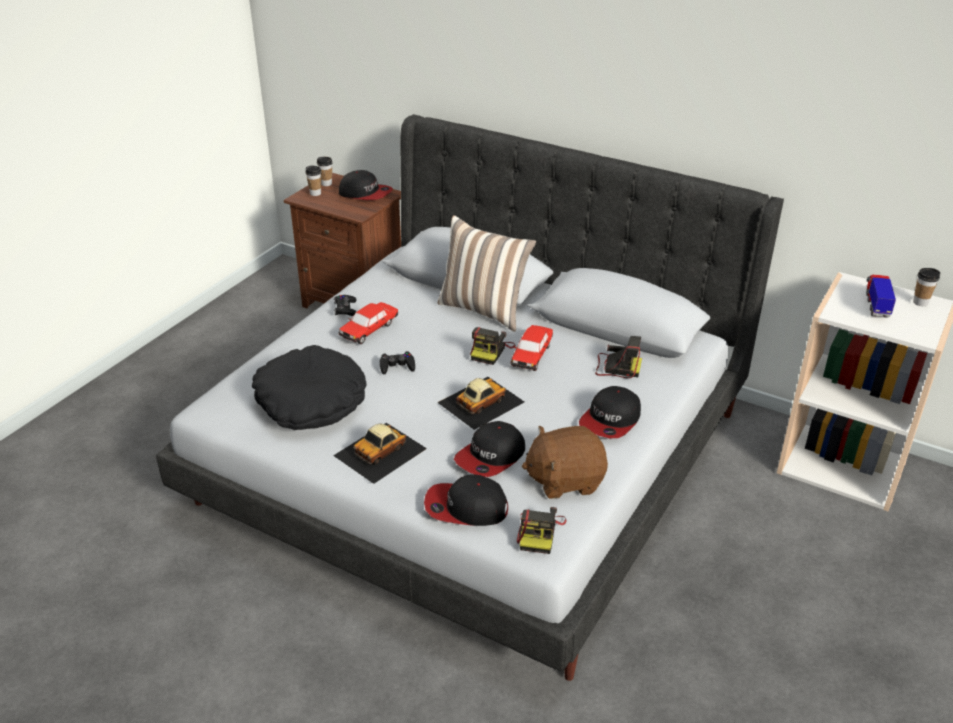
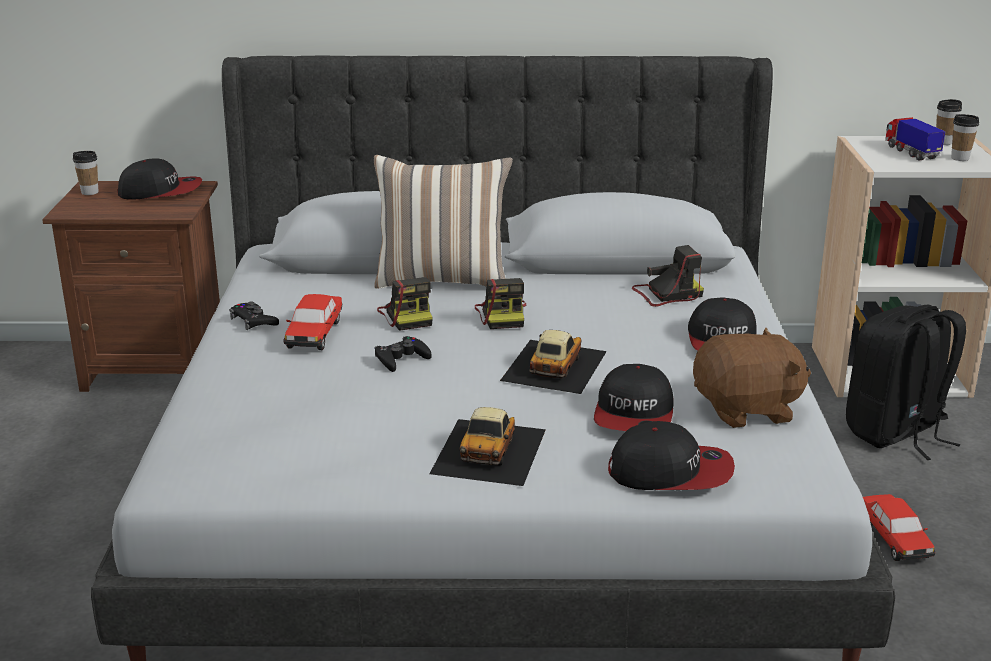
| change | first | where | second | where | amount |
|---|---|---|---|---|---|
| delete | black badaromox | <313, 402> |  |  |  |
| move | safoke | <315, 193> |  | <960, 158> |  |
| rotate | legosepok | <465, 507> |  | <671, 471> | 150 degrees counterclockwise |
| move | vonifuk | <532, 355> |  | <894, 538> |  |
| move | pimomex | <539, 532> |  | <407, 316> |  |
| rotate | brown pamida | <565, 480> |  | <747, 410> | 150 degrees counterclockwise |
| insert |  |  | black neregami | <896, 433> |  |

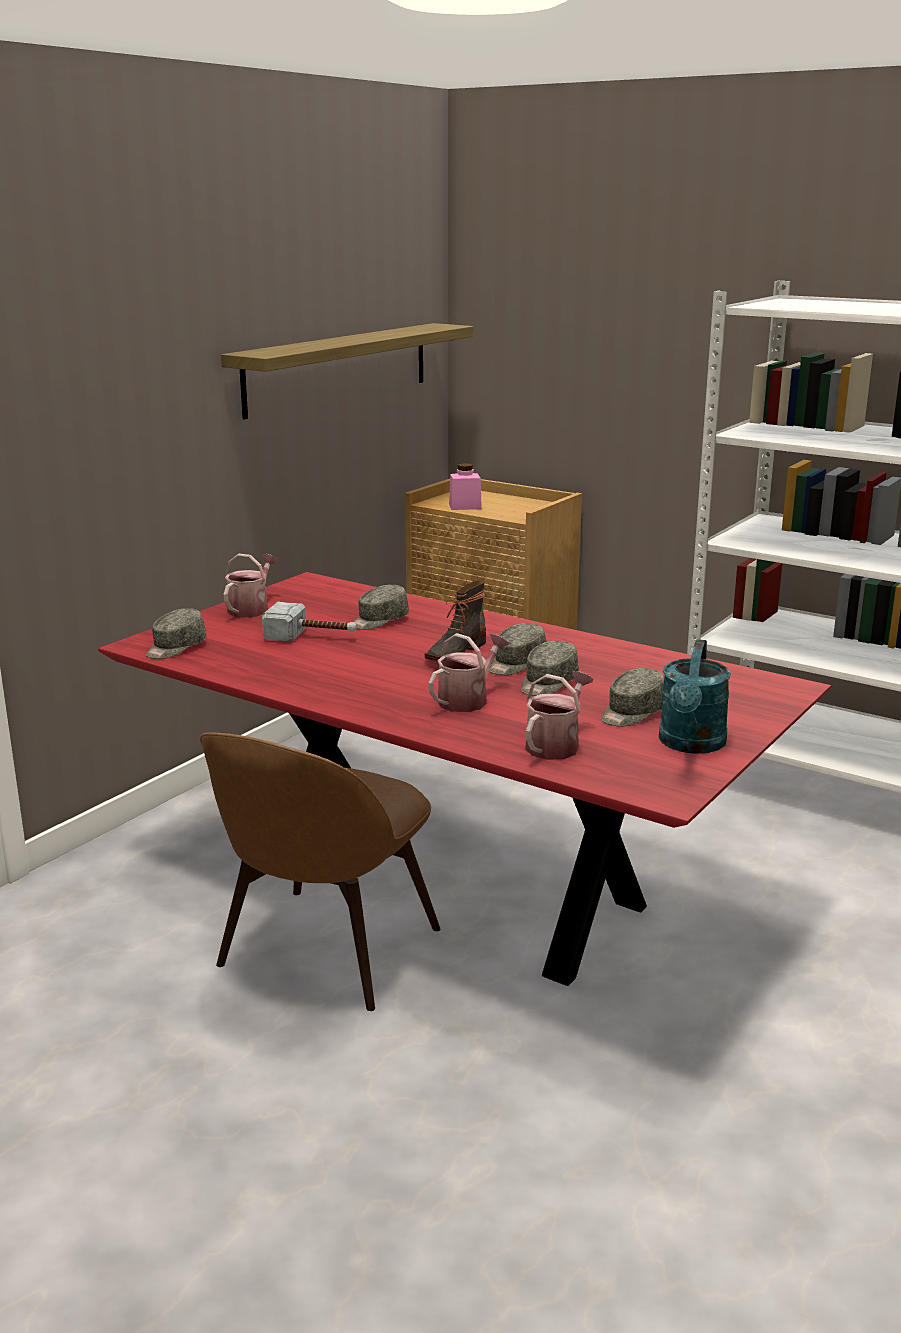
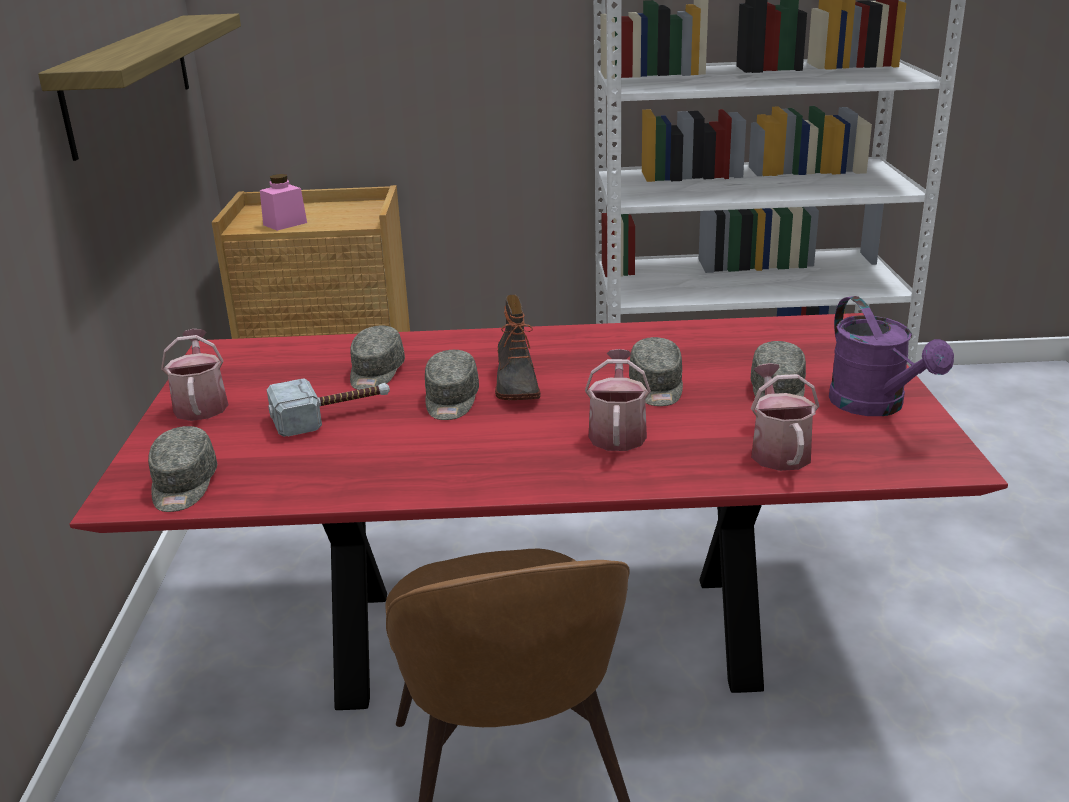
| change | first | where | second | where | amount |
|---|---|---|---|---|---|
| move | grey legosepok | <516, 664> |  | <451, 401> |  |
| recolor | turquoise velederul | <691, 745> | purple velederul | <875, 406> |  |

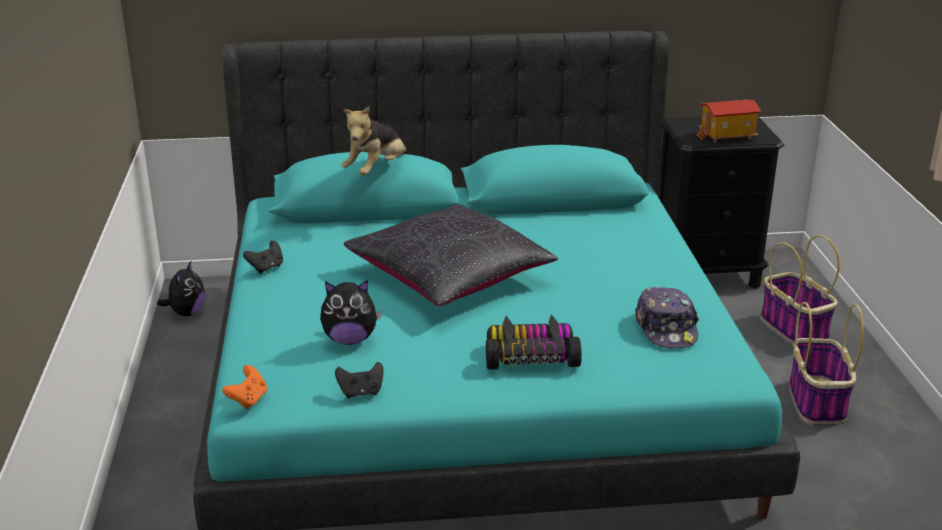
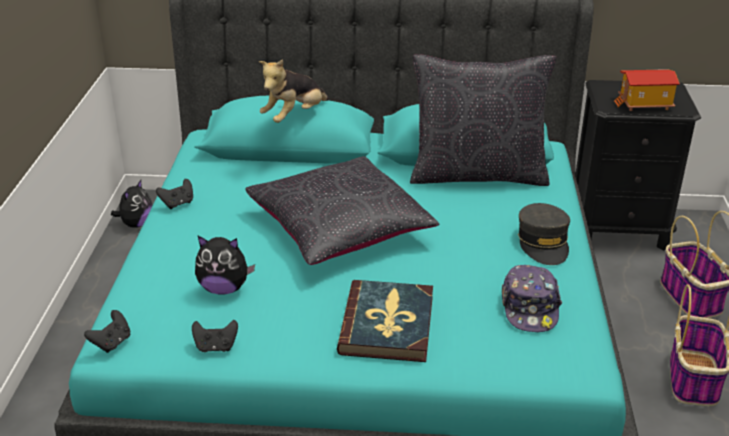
| change | first | where | second | where | amount |
|---|---|---|---|---|---|
| recolor | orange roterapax | <248, 400> | black roterapax | <112, 343> |  |
| replace | vonifuk | <531, 356> | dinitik | <388, 325> |  |
| insert |  |  | black badaromox | <477, 174> |  |
| insert |  |  | grey legosepok | <543, 243> |  |

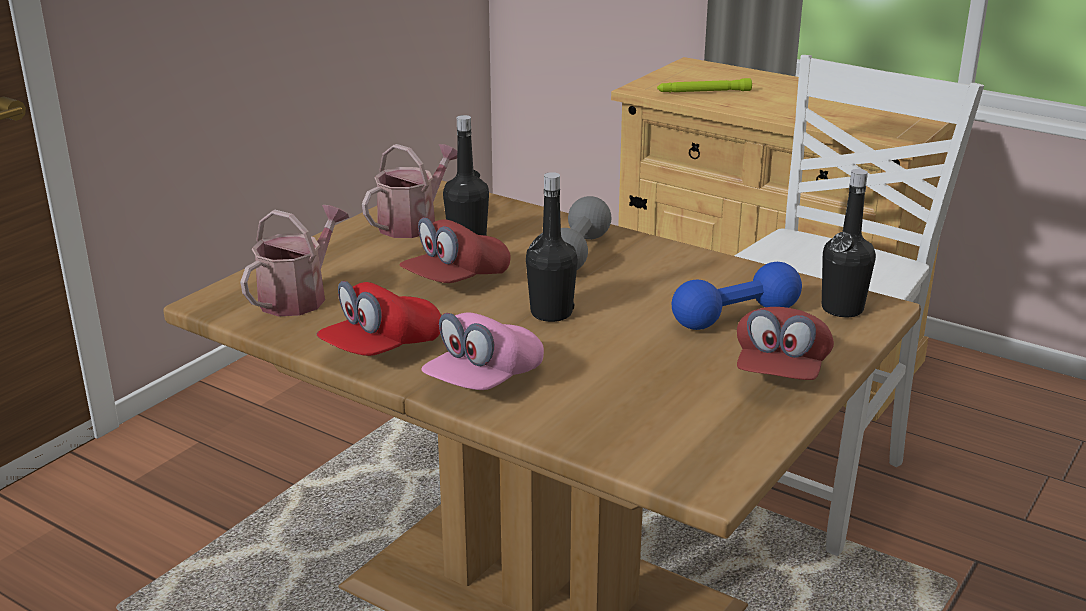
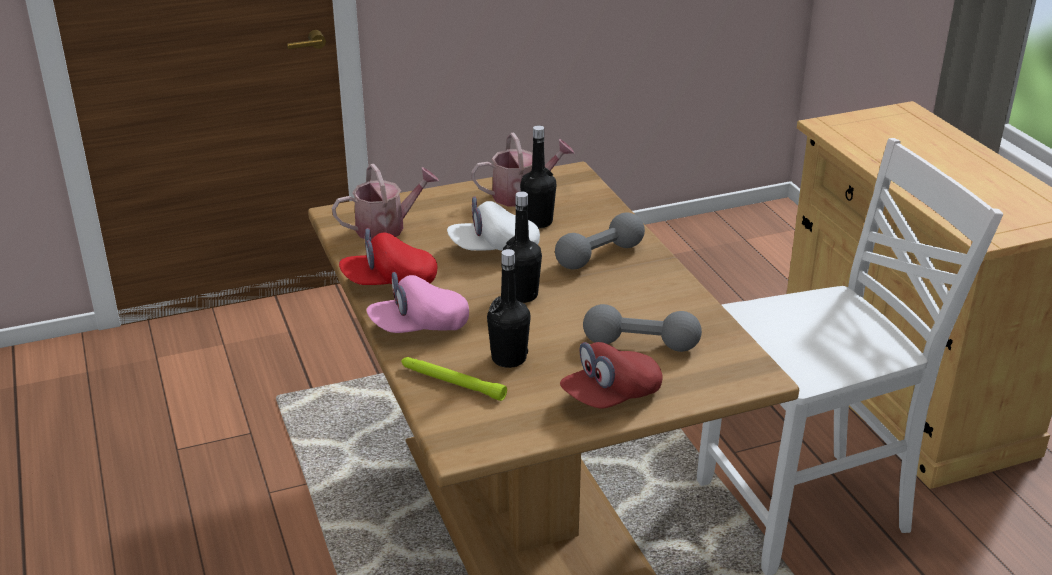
| change | first | where | second | where | amount |
|---|---|---|---|---|---|
| recolor | red legosepok | <456, 280> | white legosepok | <494, 249> |  |
| move | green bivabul | <703, 92> |  | <452, 383> |  |
| recolor | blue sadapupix | <735, 317> | grey sadapupix | <640, 344> |  |
| move | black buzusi | <842, 309> |  | <509, 358> |  |

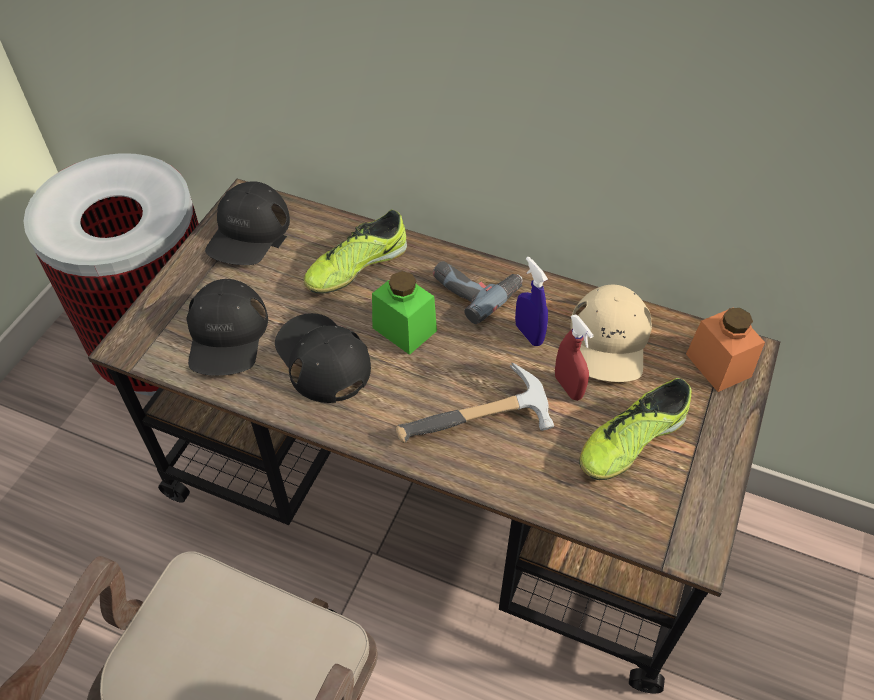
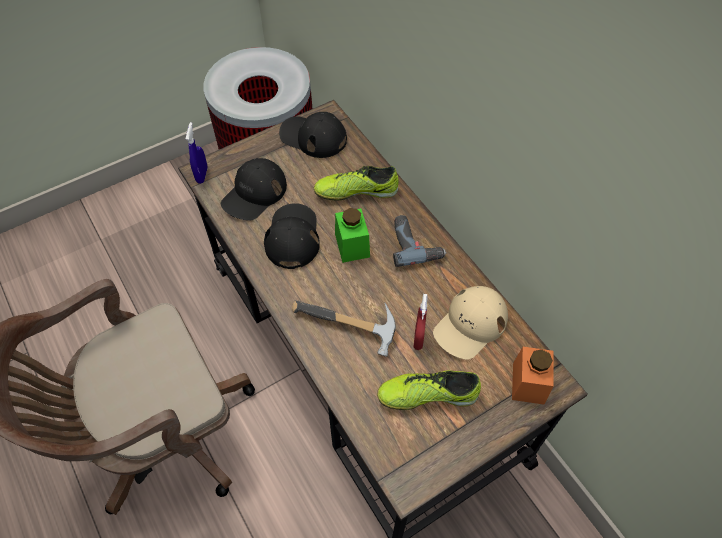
| change | first | where | second | where | amount |
|---|---|---|---|---|---|
| rotate | black legosepok | <248, 232> |  | <313, 137> | 60 degrees clockwise |
| move | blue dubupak | <529, 334> |  | <202, 175> |  |

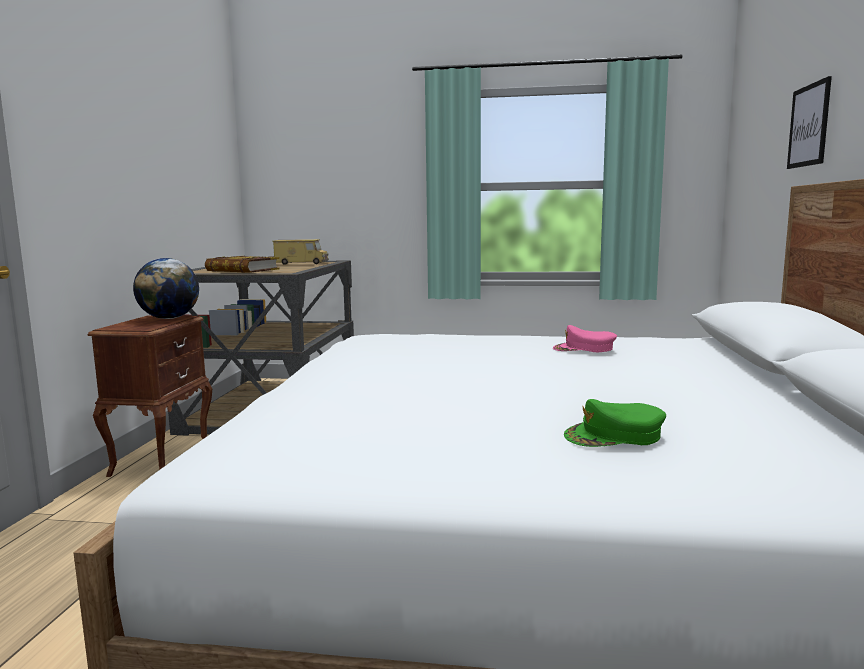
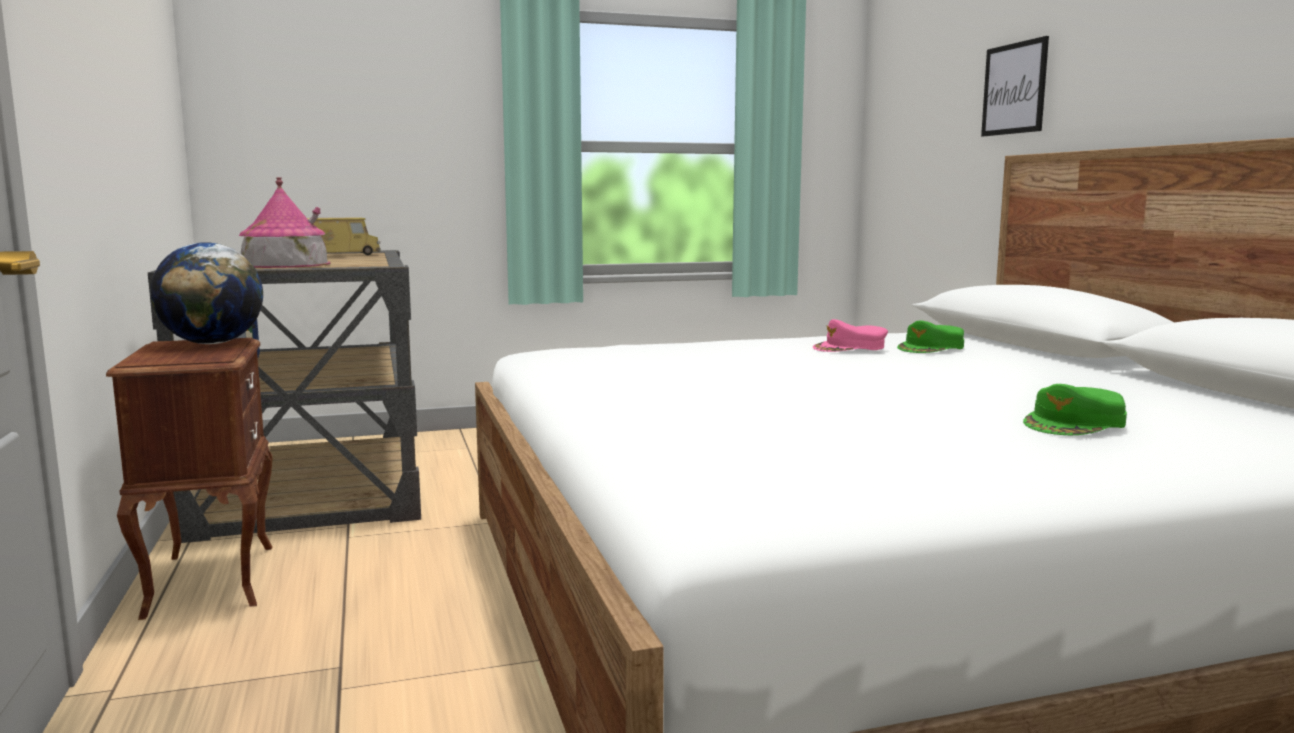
| change | first | where | second | where | amount |
|---|---|---|---|---|---|
| replace | dinitik | <242, 270> | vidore | <285, 264> |  |
| insert |  |  | green legosepok | <931, 348> |  |

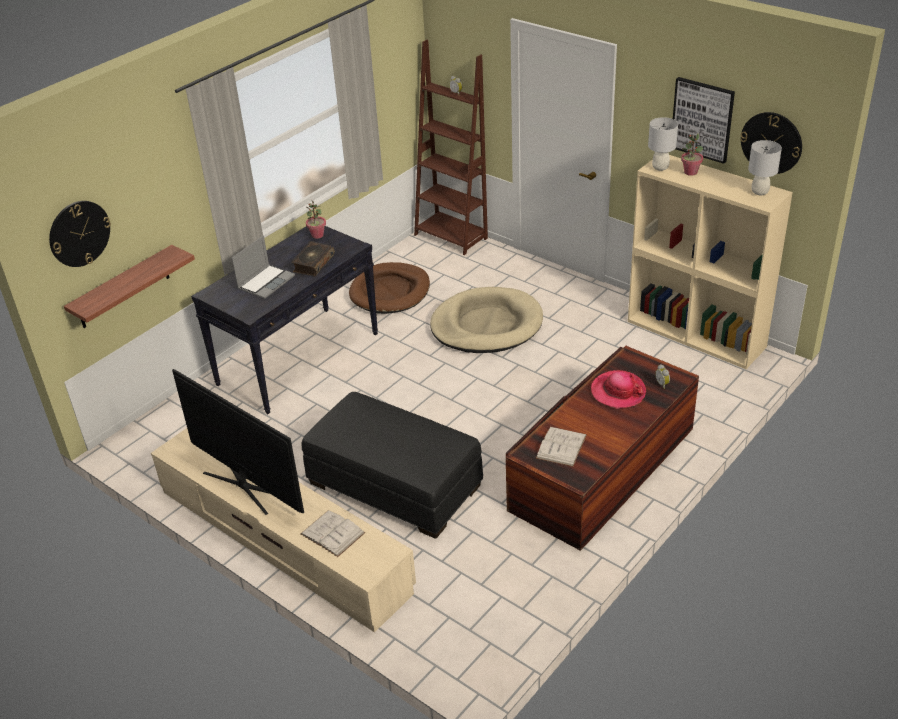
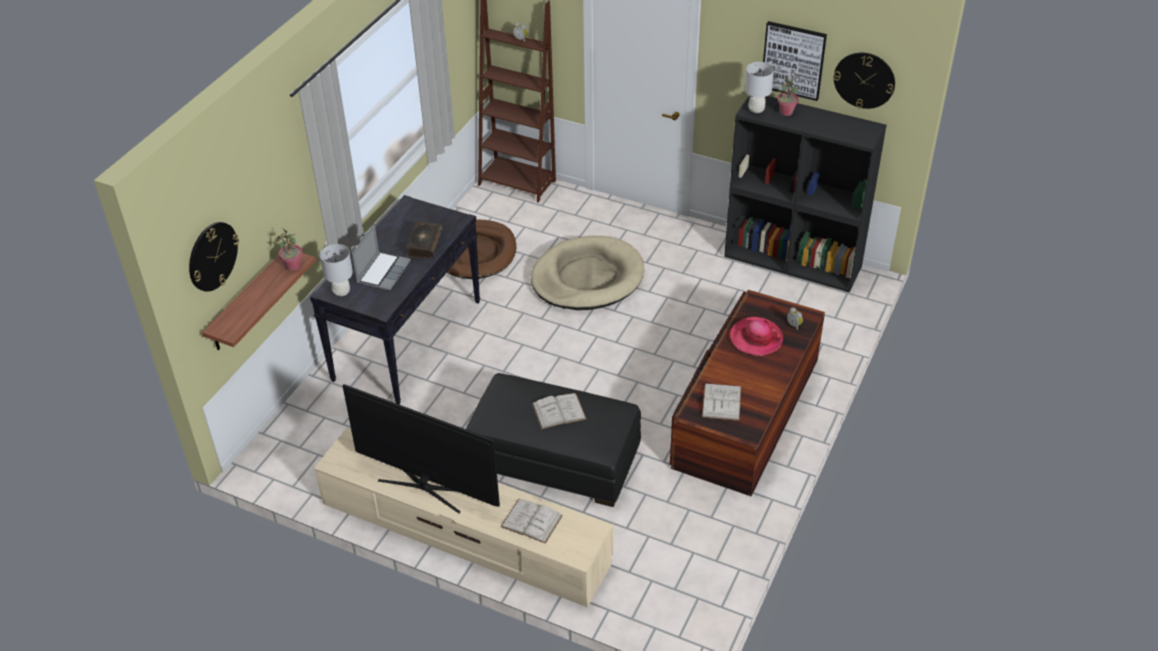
| change | first | where | second | where | amount |
|---|---|---|---|---|---|
| move | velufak | <317, 235> |  | <293, 266> |  |
| recolor | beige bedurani | <697, 334> | black bedurani | <793, 261> |  |
| move | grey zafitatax | <760, 193> |  | <342, 292> |  |
| insert |  |  | white dinitik | <559, 411> |  |

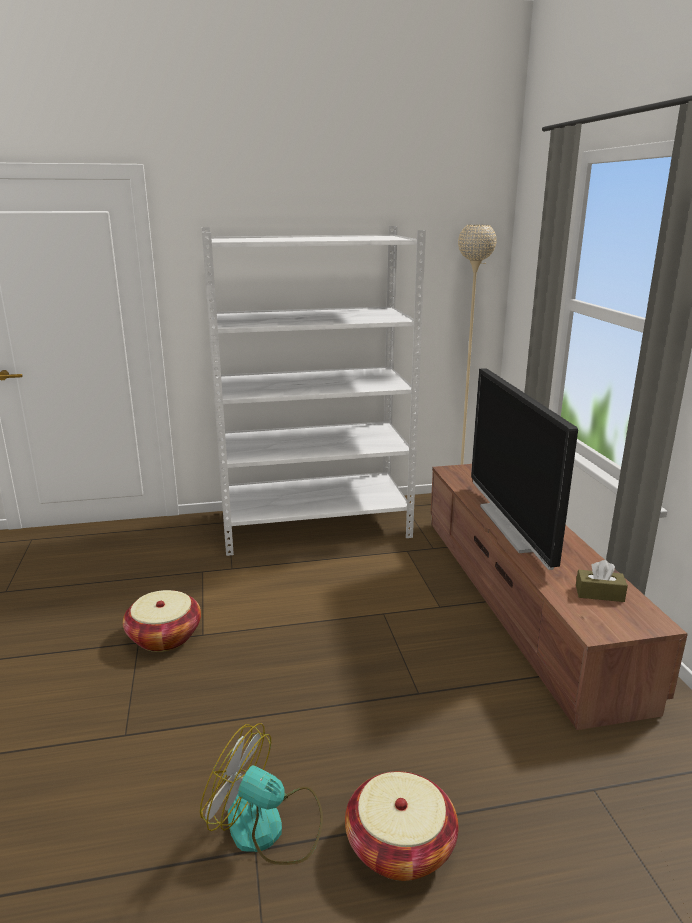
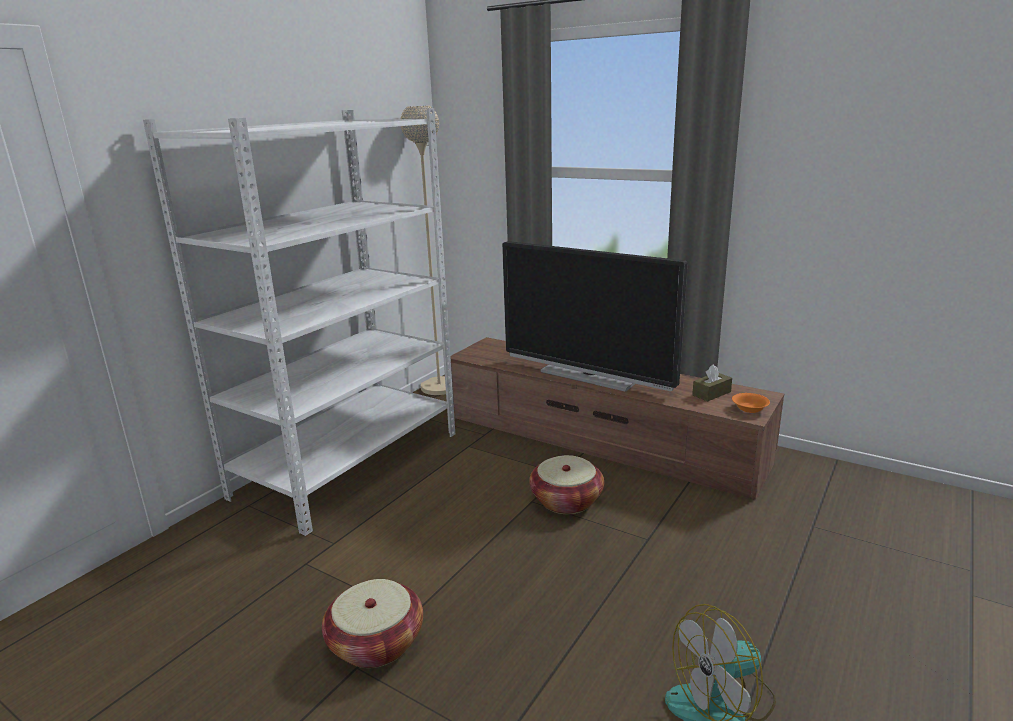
| change | first | where | second | where | amount |
|---|---|---|---|---|---|
| move | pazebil | <400, 846> |  | <566, 500> |  |
| insert |  |  | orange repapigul | <749, 409> |  |

